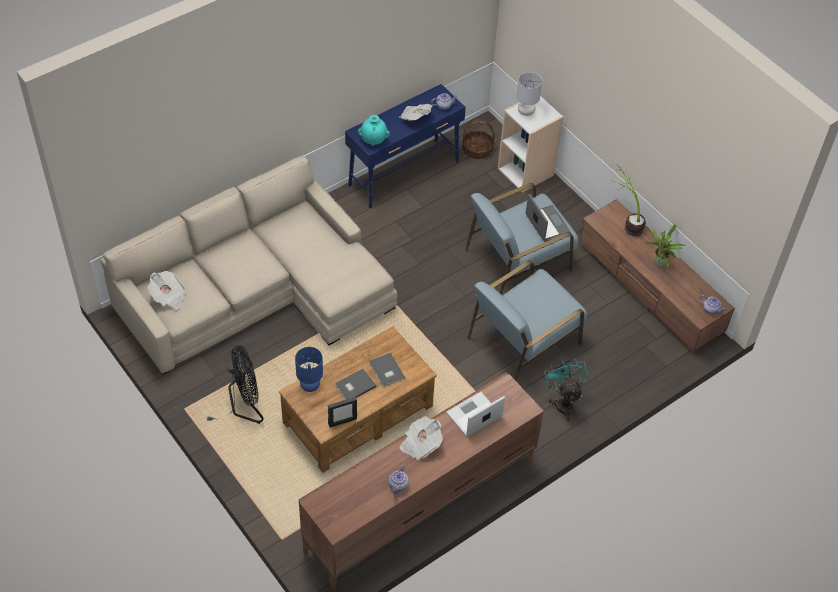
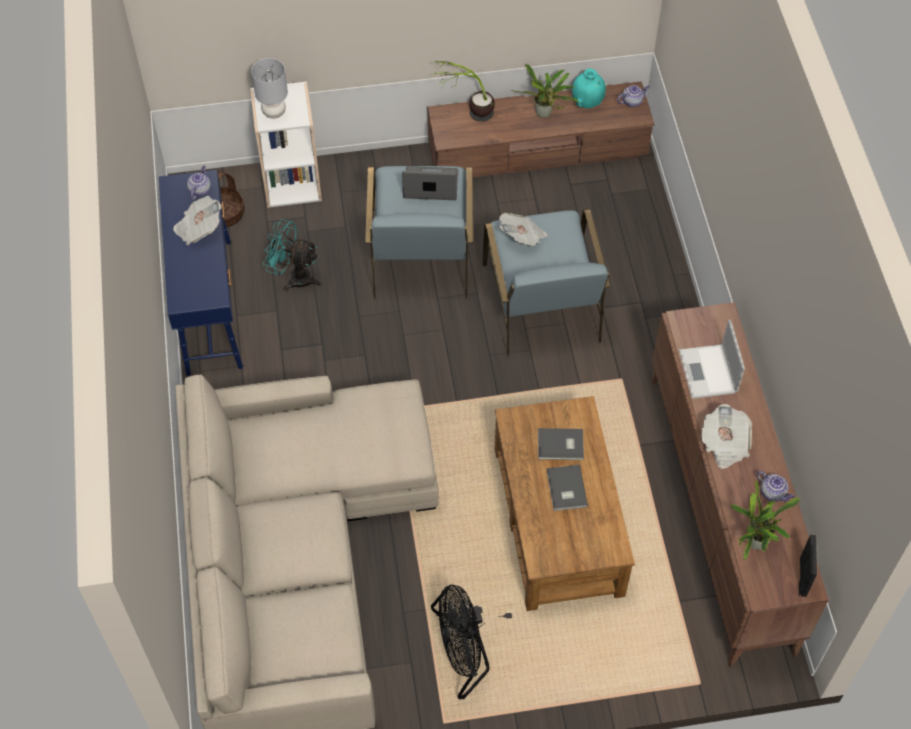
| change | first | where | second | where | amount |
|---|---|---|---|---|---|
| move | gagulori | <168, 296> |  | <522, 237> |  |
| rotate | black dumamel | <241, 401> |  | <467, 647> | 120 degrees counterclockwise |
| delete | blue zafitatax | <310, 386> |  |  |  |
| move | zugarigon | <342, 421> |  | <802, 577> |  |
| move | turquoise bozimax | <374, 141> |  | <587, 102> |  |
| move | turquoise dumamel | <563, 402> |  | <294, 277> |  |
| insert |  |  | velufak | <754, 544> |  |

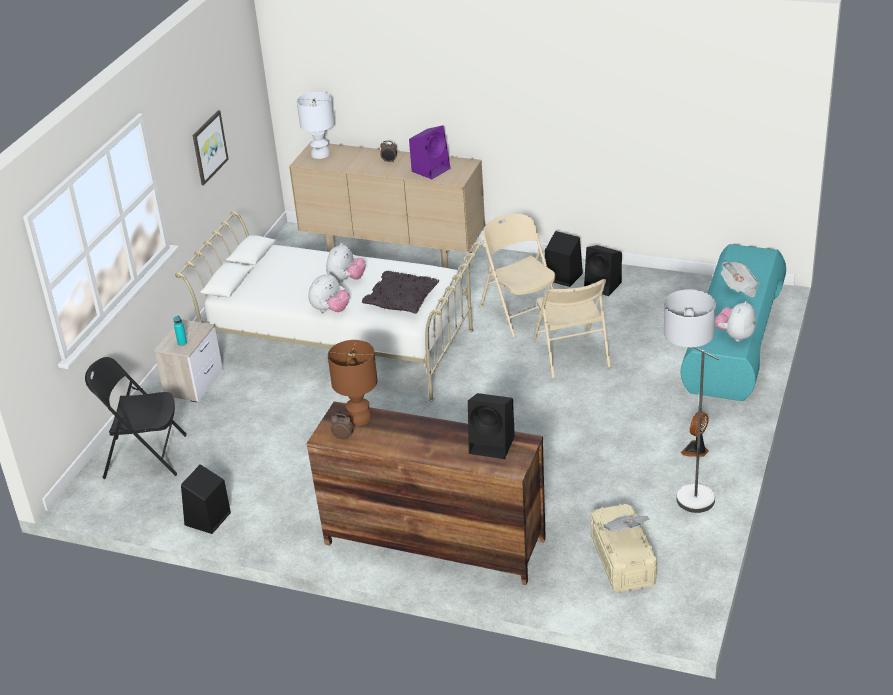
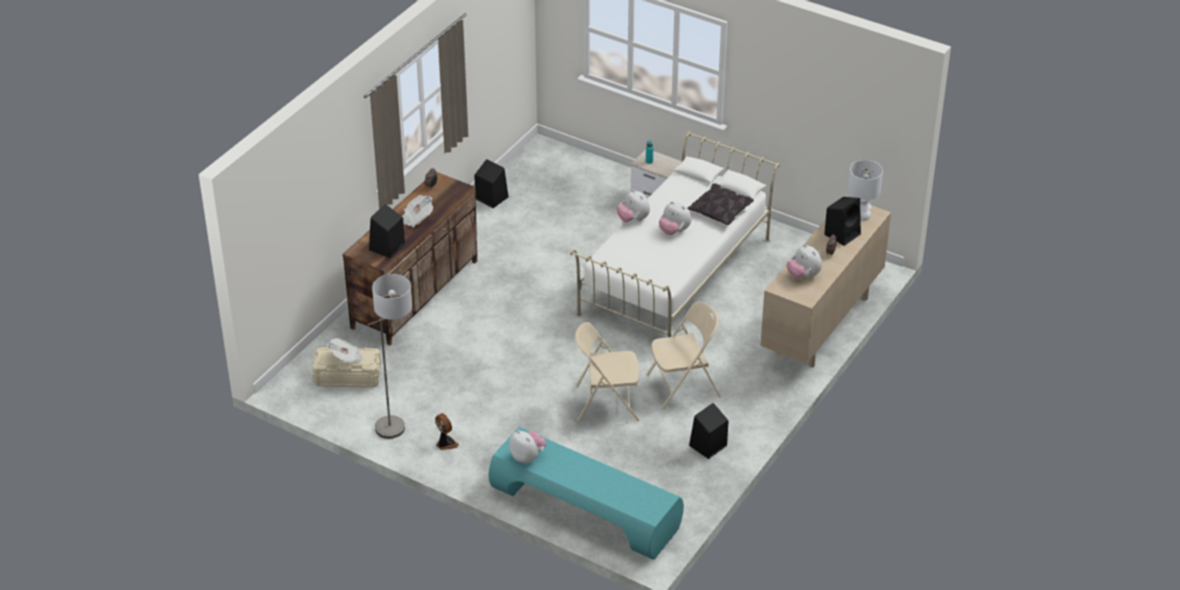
| change | first | where | second | where | amount |
|---|---|---|---|---|---|
| delete | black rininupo | <145, 456> |  |  |  |
| delete | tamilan | <209, 147> |  |  |  |
| delete | brown zafitatax | <359, 418> |  |  |  |
| move | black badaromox | <401, 300> |  | <720, 210> |  |
| replace | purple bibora | <431, 169> | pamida | <803, 275> |  |
| move | black bibora | <563, 277> |  | <842, 234> |  |
| move | gagulori | <740, 288> |  | <416, 218> |  |

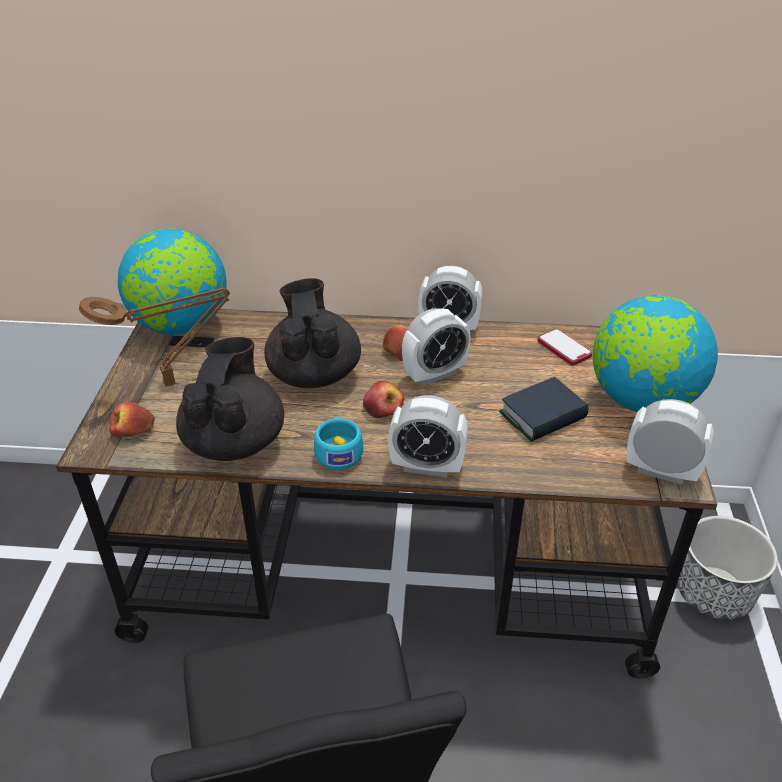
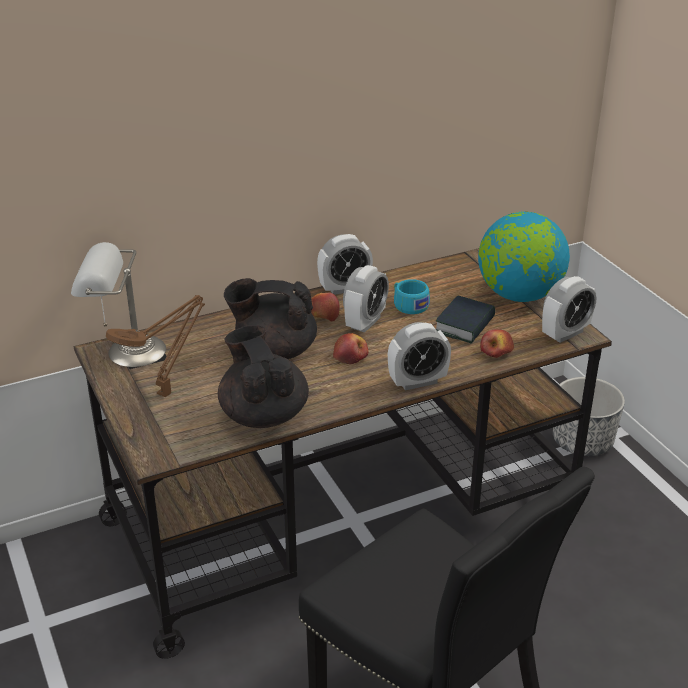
| change | first | where | second | where | amount |
|---|---|---|---|---|---|
| move | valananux | <133, 430> |  | <496, 352> |  |
| replace | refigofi | <180, 325> | white zafitatax | <124, 351> |  |
| rotate | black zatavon | <314, 374> |  | <274, 351> | 45 degrees counterclockwise |
| move | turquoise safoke | <338, 451> |  | <408, 305> |  |
| delete | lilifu | <564, 348> |  |  |  |
| rotate | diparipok | <661, 471> |  | <565, 333> | 150 degrees clockwise |

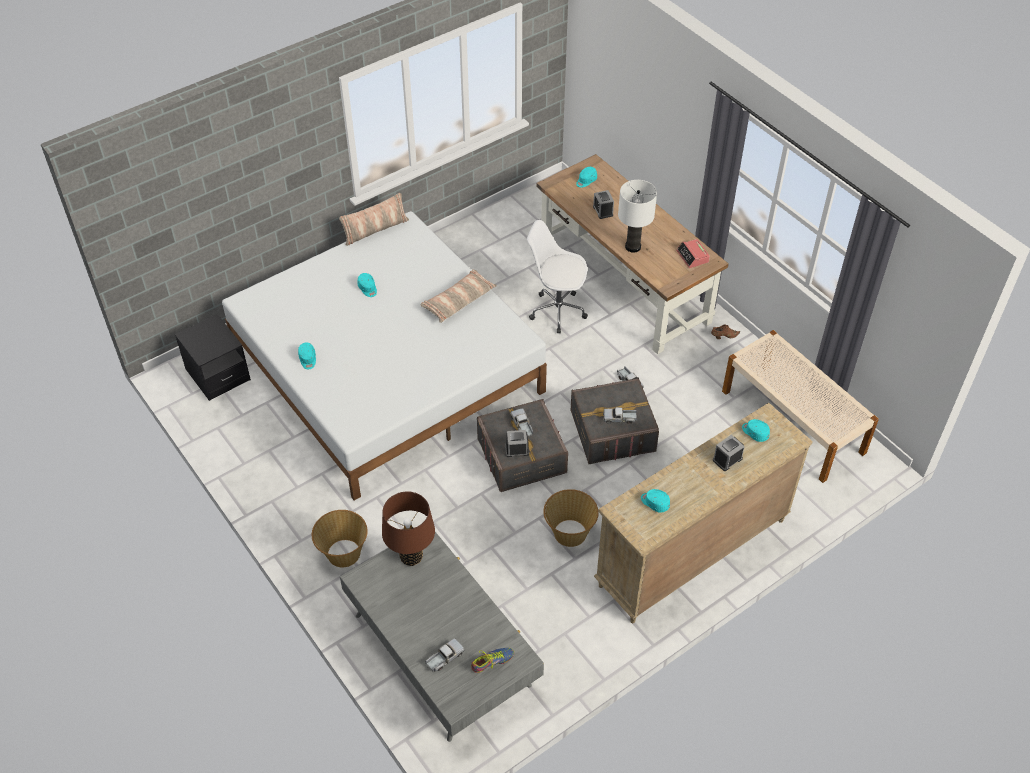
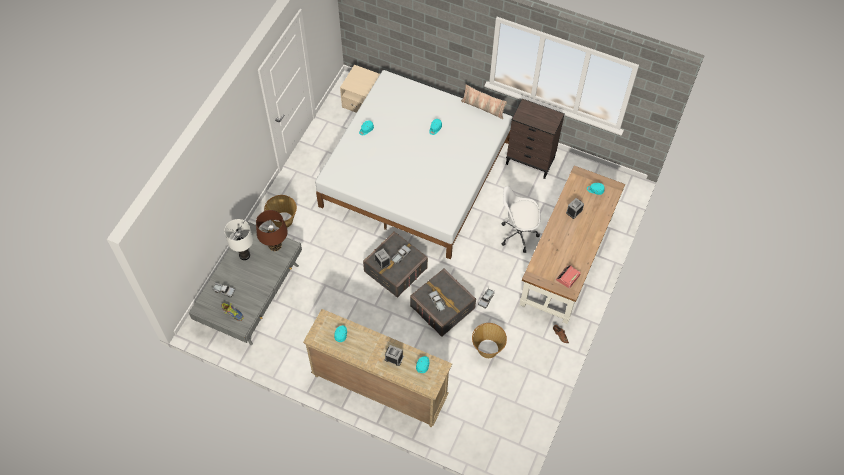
| change | first | where | second | where | amount |
|---|---|---|---|---|---|
| recolor | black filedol | <218, 375> | beige filedol | <361, 101> |  |
| delete | badaromox | <458, 301> |  |  |  |
| rotate | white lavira | <556, 311> |  | <517, 235> | 75 degrees counterclockwise |
| move | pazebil | <569, 533> |  | <487, 348> |  |
| move | white zafitatax | <633, 247> |  | <244, 255> |  |
| delete | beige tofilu | <793, 421> |  |  |  |
| insert |  |  | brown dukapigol | <530, 161> |  |

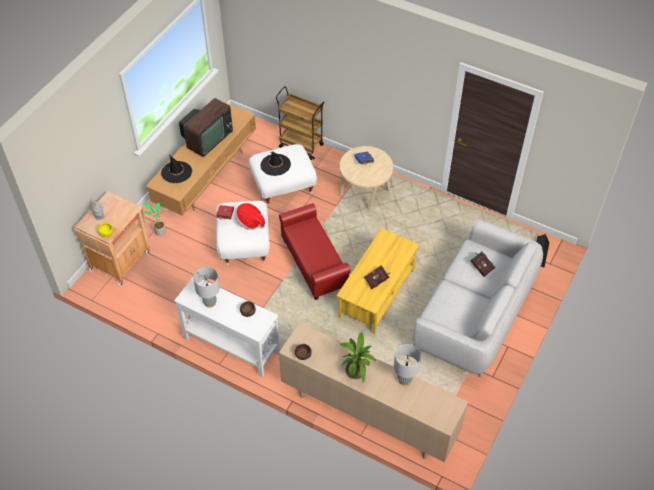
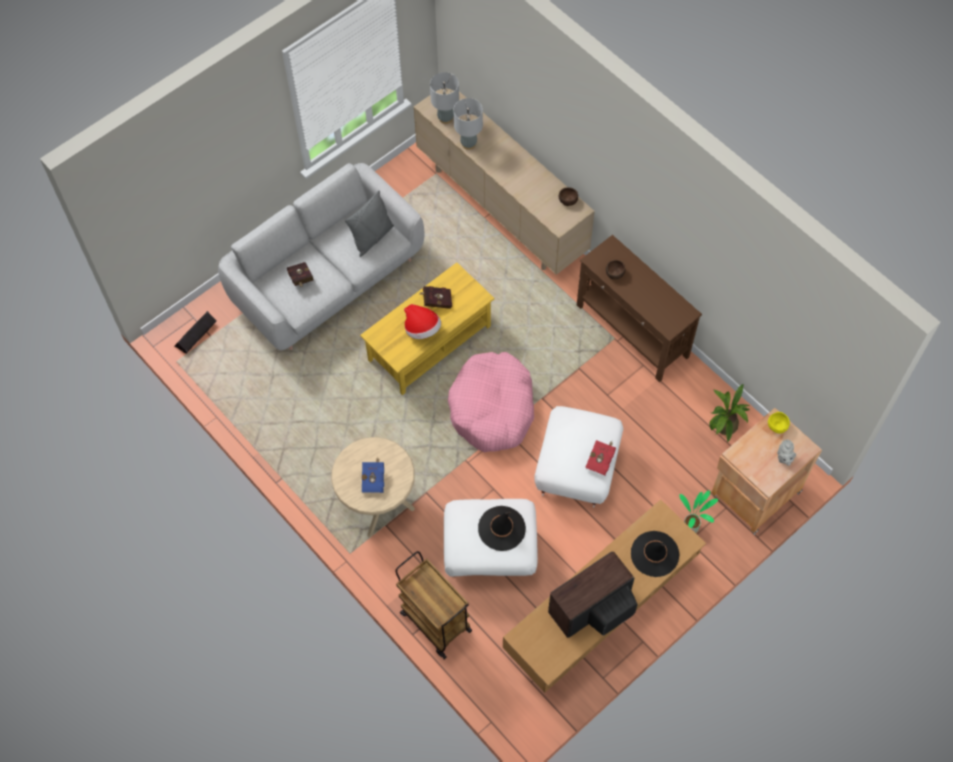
| change | first | where | second | where | amount |
|---|---|---|---|---|---|
| recolor | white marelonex | <231, 344> | brown marelonex | <632, 332> |  |
| move | grey zafitatax | <210, 302> |  | <445, 118> |  |
| move | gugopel | <249, 222> |  | <422, 329> |  |
| replace | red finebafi | <314, 264> | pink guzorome | <492, 408> |  |
| move | velufak | <357, 369> |  | <723, 427> |  |
| insert |  |  | grey badaromox | <372, 238> |  |

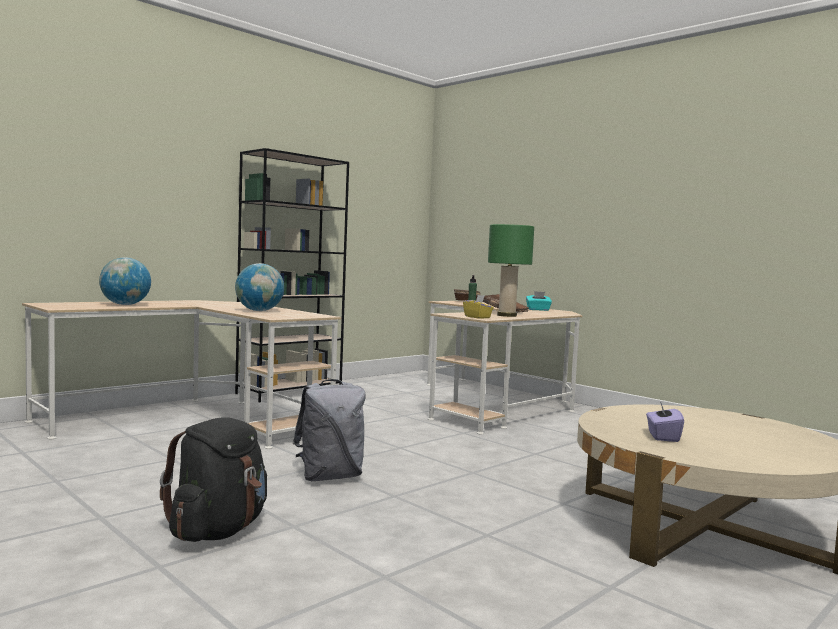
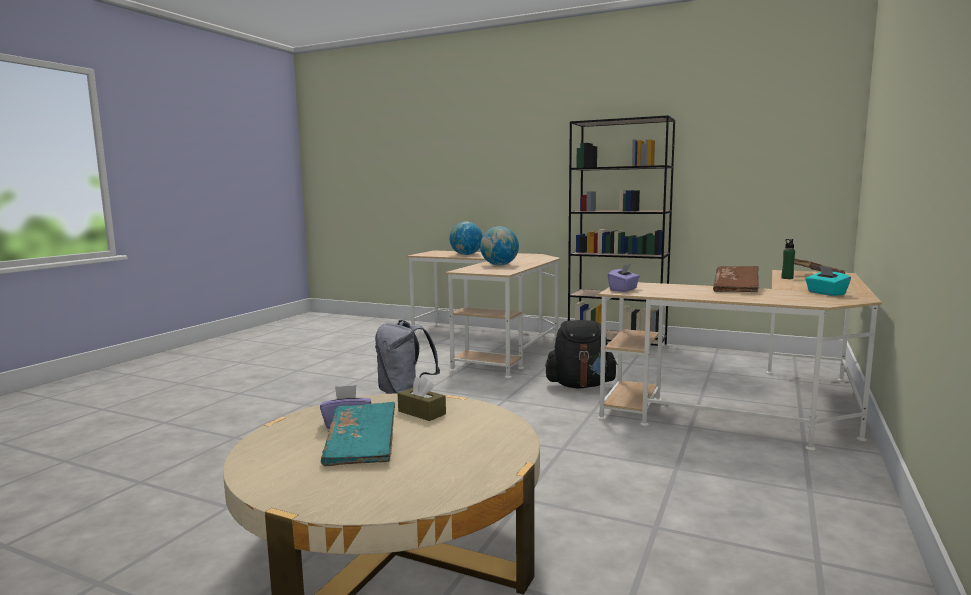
| change | first | where | second | where | amount |
|---|---|---|---|---|---|
| move | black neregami | <218, 531> |  | <580, 385> |  |
| recolor | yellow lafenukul | <477, 317> | purple lafenukul | <623, 289> |  |
| delete | green zafitatax | <507, 315> |  |  |  |
| insert |  |  | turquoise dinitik | <362, 448> |  |
| insert |  |  | brown lafenukul | <421, 412> |  |

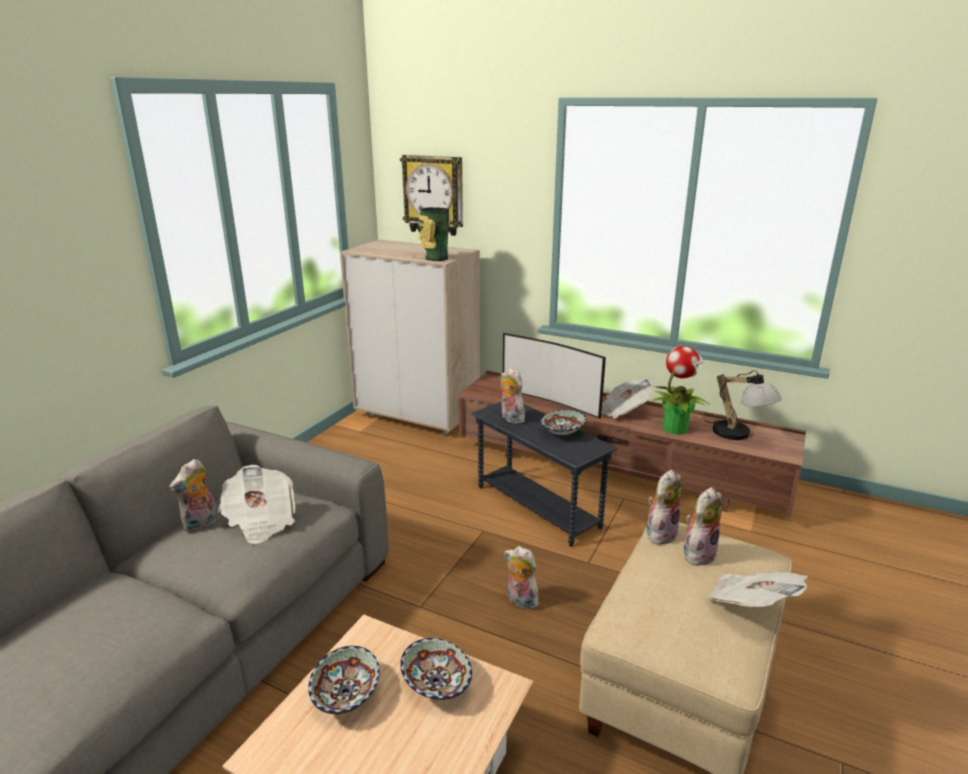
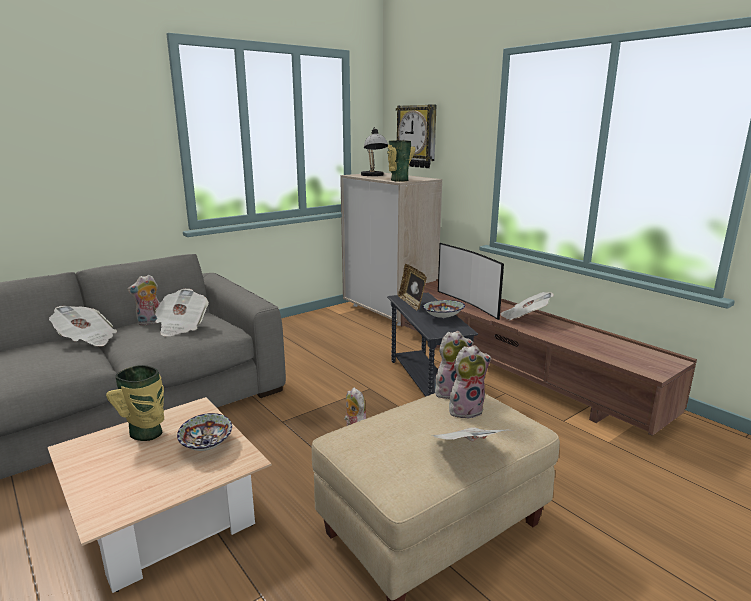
| change | first | where | second | where | amount |
|---|---|---|---|---|---|
| replace | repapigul | <345, 694> | bozimax | <148, 434> |  |
| replace | pamida | <510, 418> | zugarigon | <412, 303> |  |
| delete | velufak | <675, 428> |  |  |  |
| move | zafitatax | <740, 435> |  | <373, 175> |  |
| insert |  |  | gagulori | <87, 339> |  |

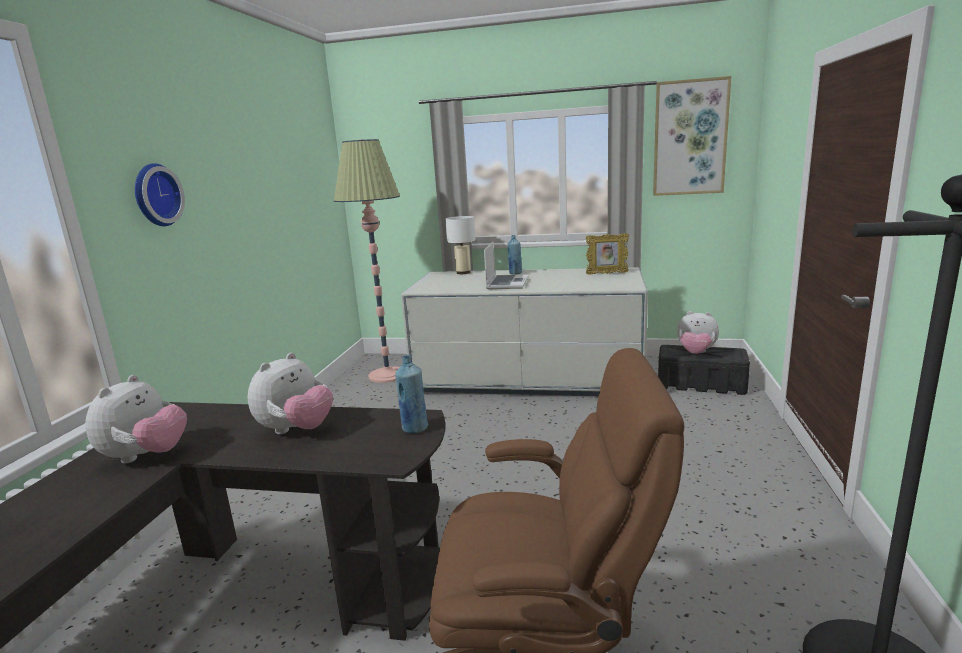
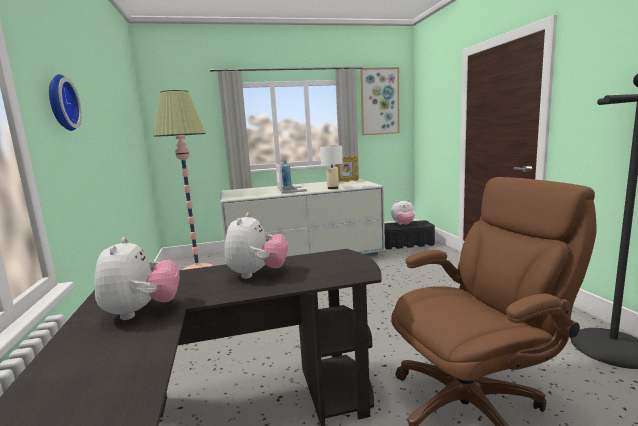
| change | first | where | second | where | amount |
|---|---|---|---|---|---|
| delete | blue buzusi | <414, 428> |  |  |  |
| move | white zafitatax | <463, 272> |  | <332, 188> |  |

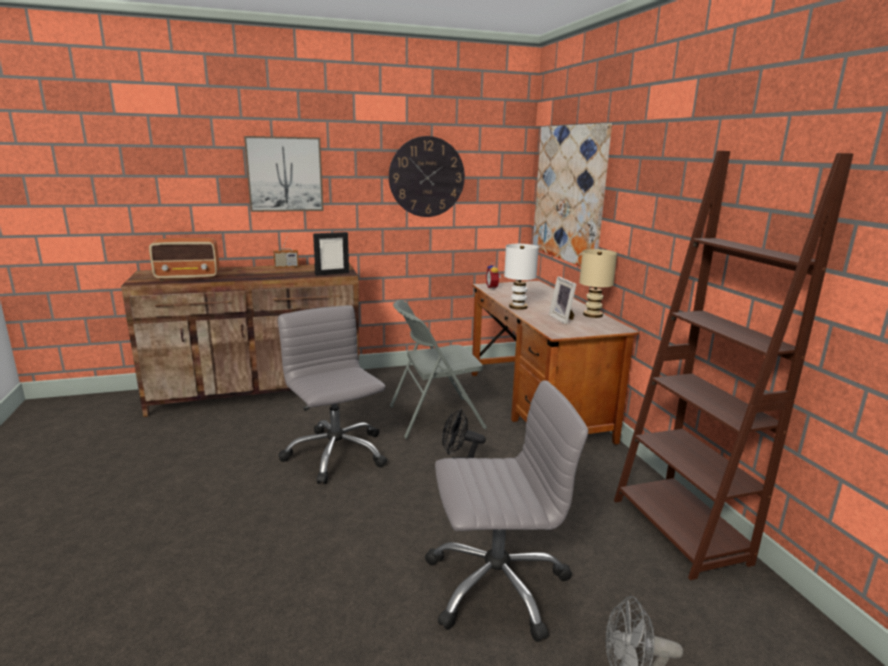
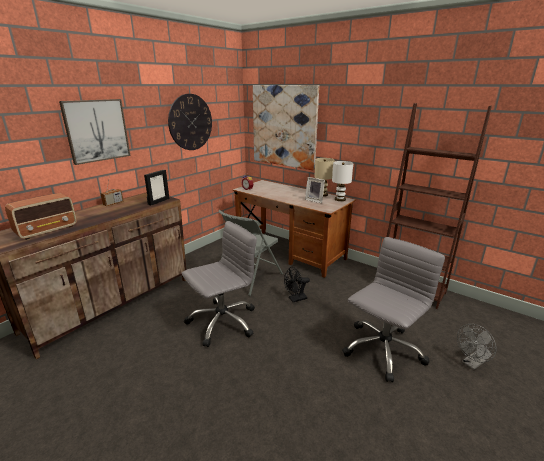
| change | first | where | second | where | amount |
|---|---|---|---|---|---|
| rotate | grey lavira | <335, 454> |  | <222, 322> | 120 degrees clockwise |
| move | white zafitatax | <517, 306> |  | <339, 199> |  |

